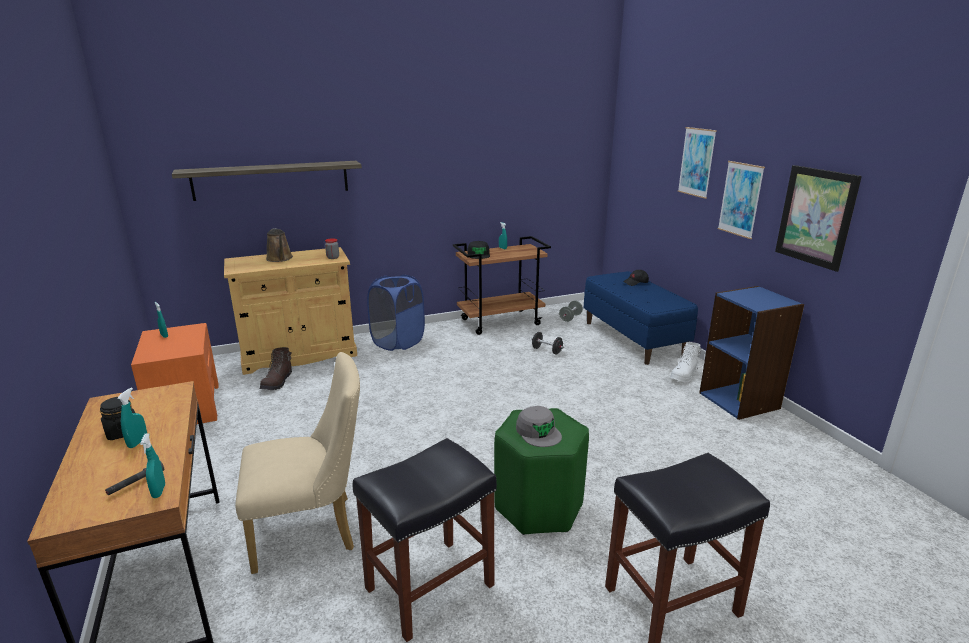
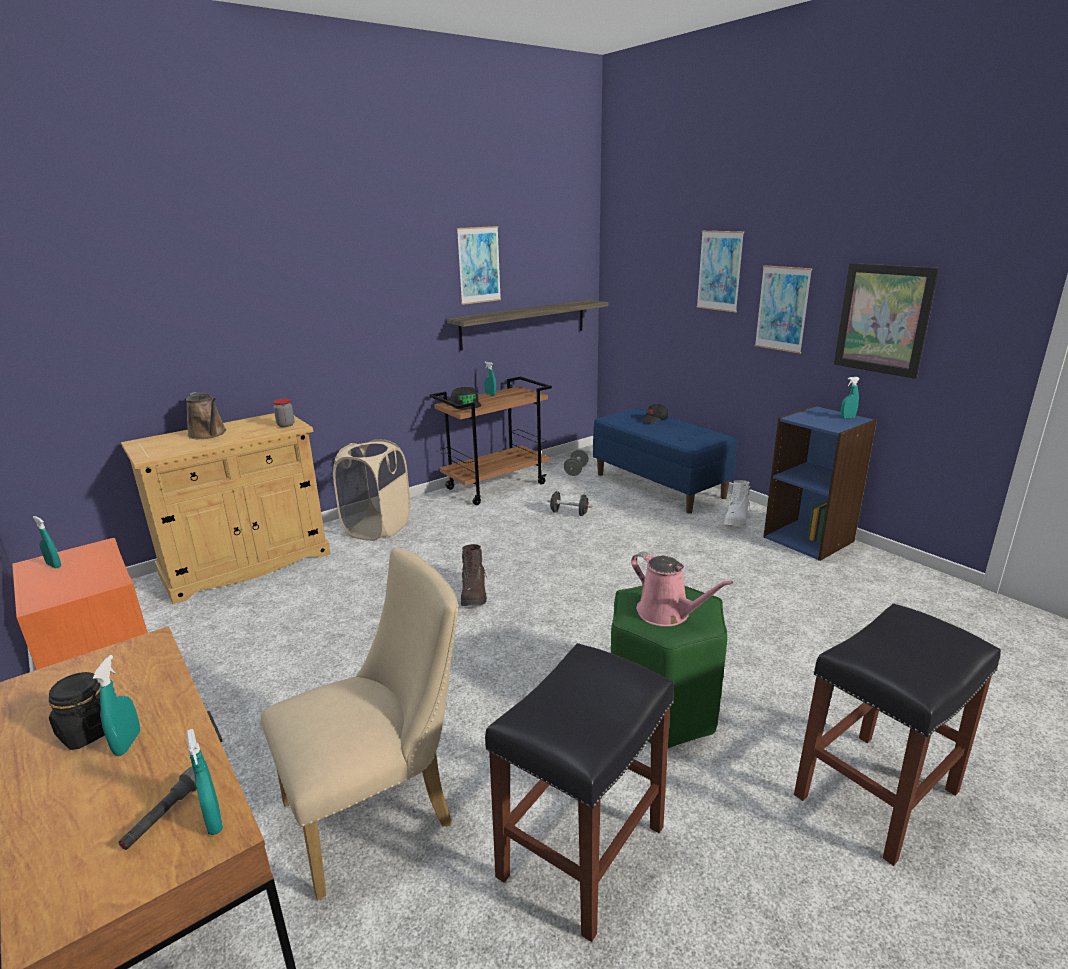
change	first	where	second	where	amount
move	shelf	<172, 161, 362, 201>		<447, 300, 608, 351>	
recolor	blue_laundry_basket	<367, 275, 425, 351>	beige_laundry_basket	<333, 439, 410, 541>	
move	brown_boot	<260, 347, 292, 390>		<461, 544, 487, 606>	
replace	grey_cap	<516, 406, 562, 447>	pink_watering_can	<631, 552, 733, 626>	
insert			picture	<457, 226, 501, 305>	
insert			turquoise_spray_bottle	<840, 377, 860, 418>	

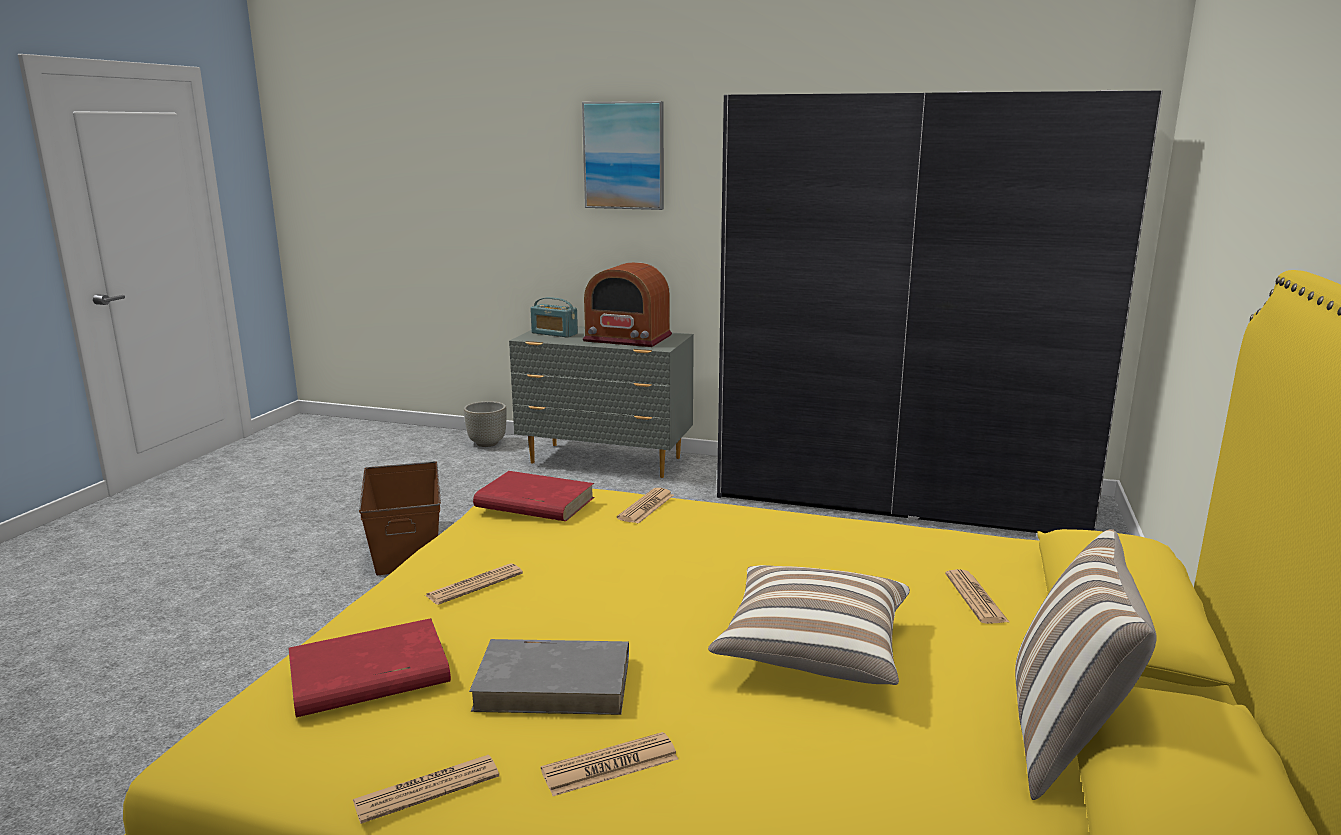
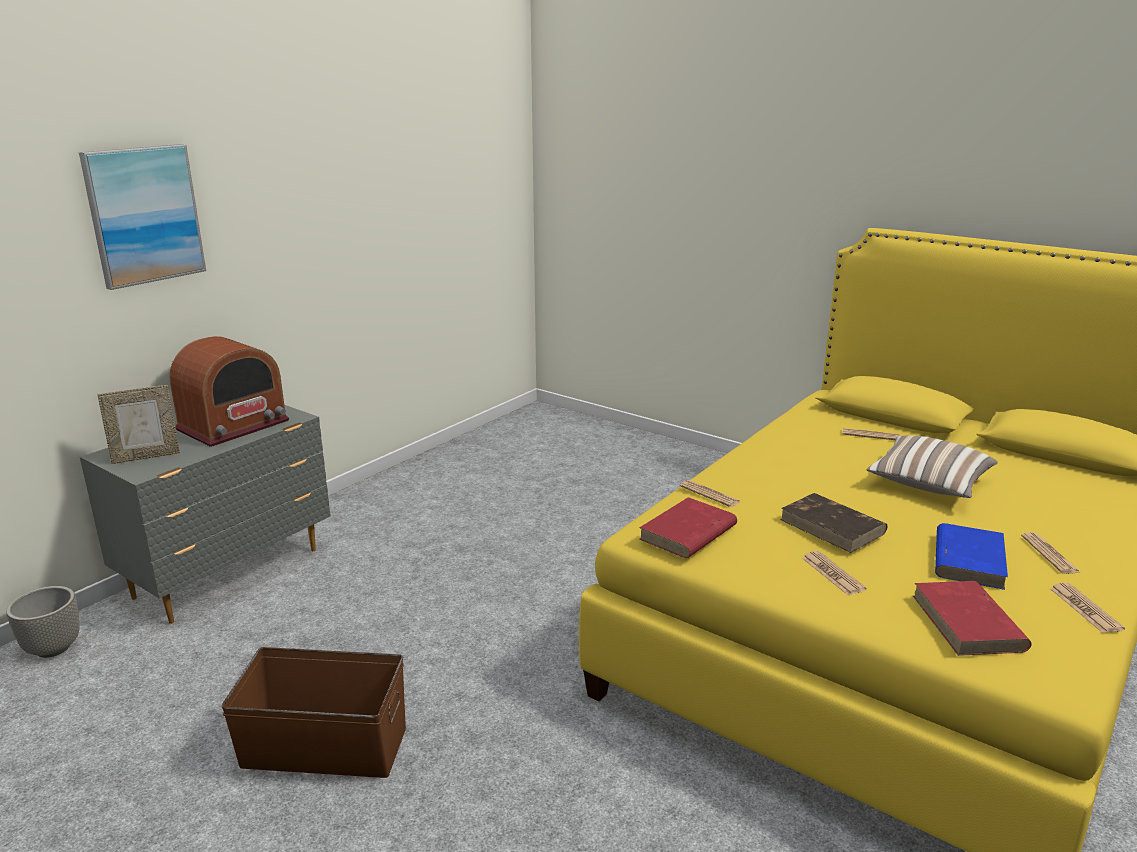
change	first	where	second	where	amount
delete	grey_wardrobe	<717, 90, 1163, 533>			
replace	radio	<530, 297, 578, 337>	picture_frame	<97, 385, 180, 464>	
delete	pillow	<1015, 529, 1157, 800>			
recolor	grey_book	<469, 639, 629, 715>	blue_book	<935, 523, 1008, 590>	
insert			brown_book	<780, 493, 887, 553>	

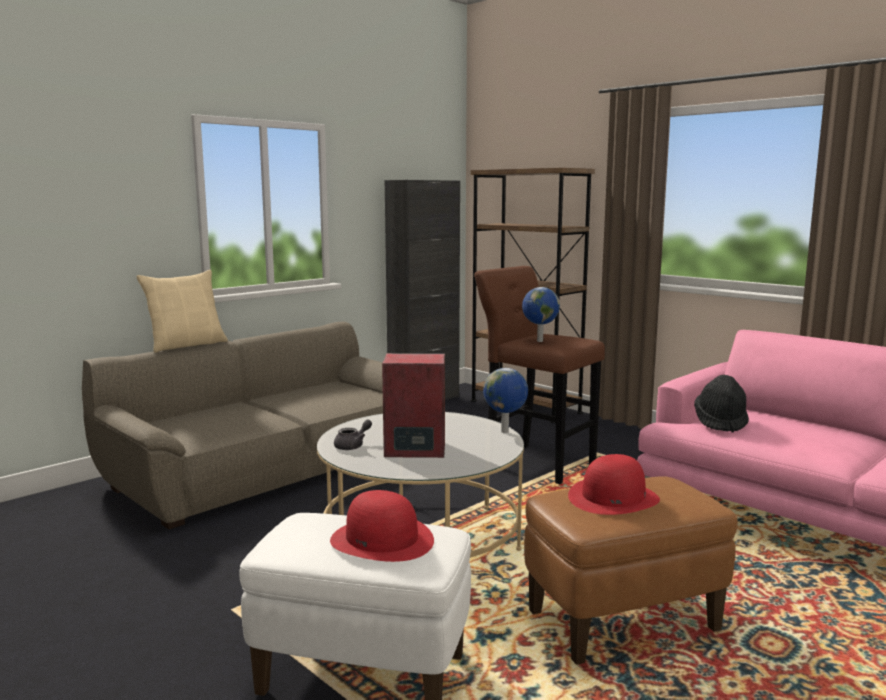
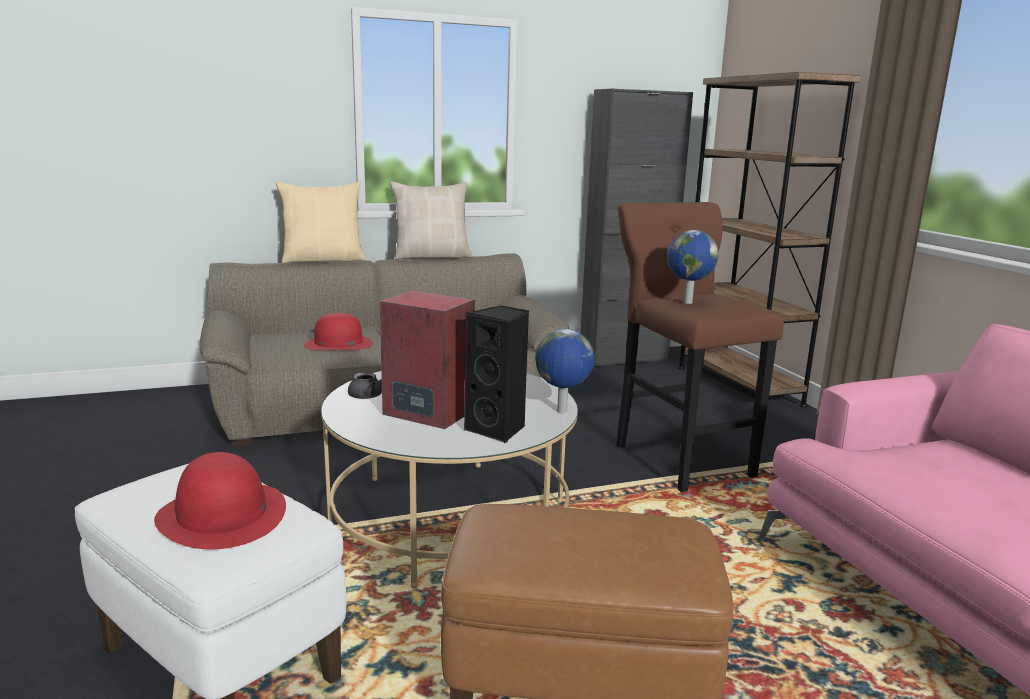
change	first	where	second	where	amount
delete	black_hat	<694, 375, 749, 432>			
move	red_hat	<568, 454, 660, 515>		<304, 313, 373, 350>	
insert			beige_pillow	<390, 181, 472, 260>	
insert			black_speaker	<464, 305, 529, 443>	

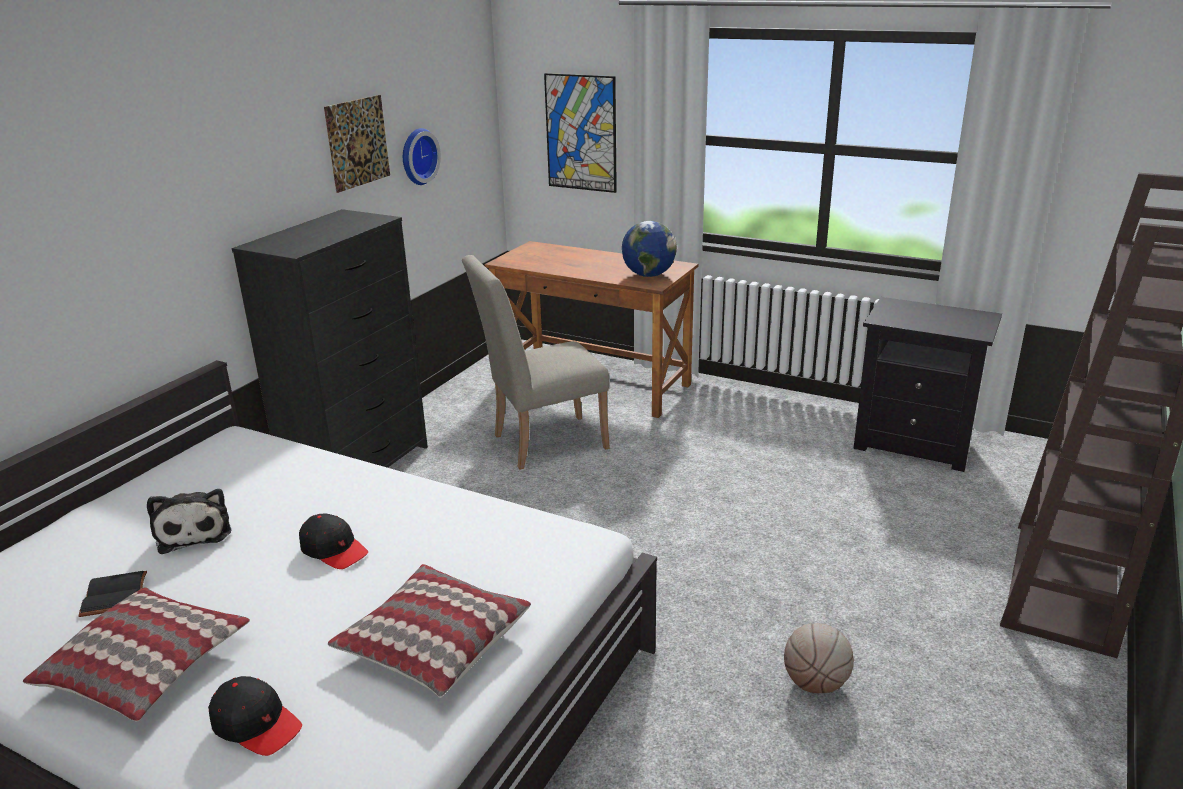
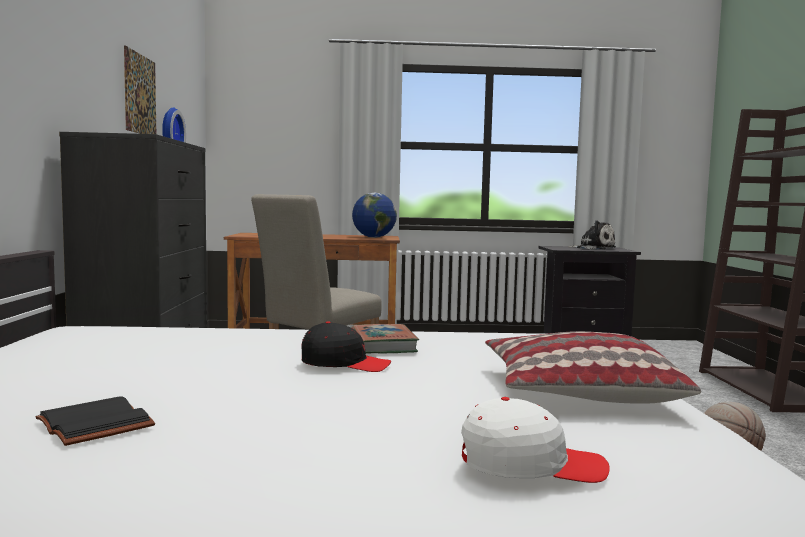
change	first	where	second	where	amount
delete	picture	<544, 73, 617, 193>			
move	plush_toy	<147, 489, 231, 554>		<568, 220, 616, 250>	
delete	pillow	<23, 587, 250, 722>			
recolor	black_cap	<208, 676, 302, 756>	white_cap	<461, 397, 610, 483>	
insert			book	<352, 324, 419, 353>	

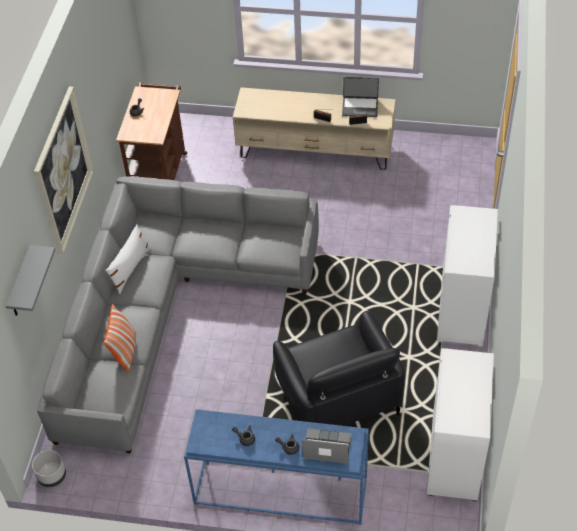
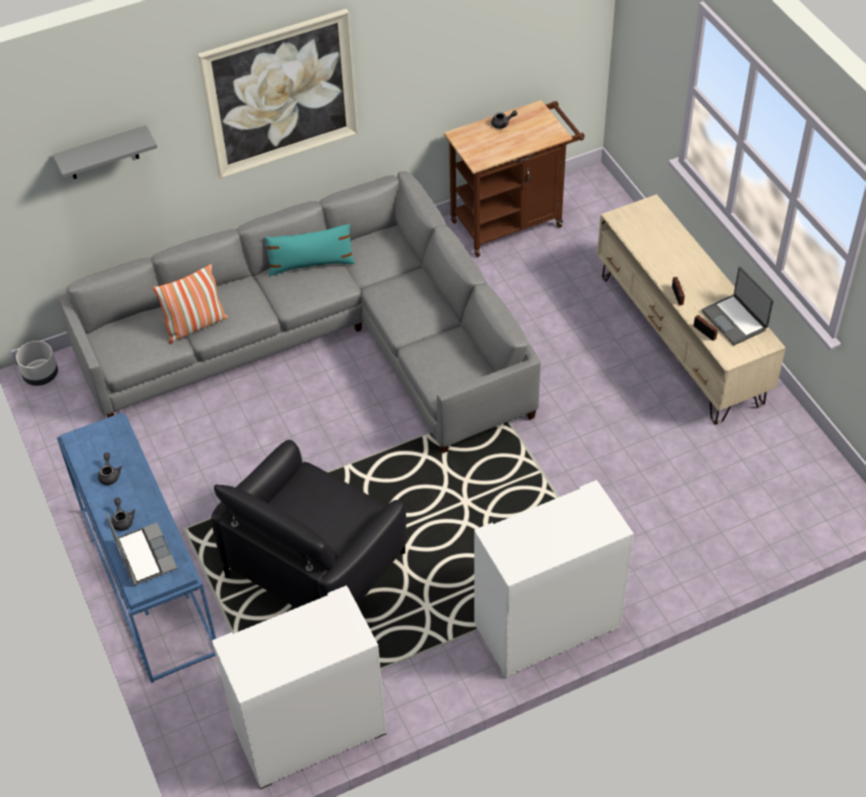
change	first	where	second	where	amount
recolor	white_pillow	<105, 224, 151, 294>	turquoise_pillow	<264, 224, 355, 276>	

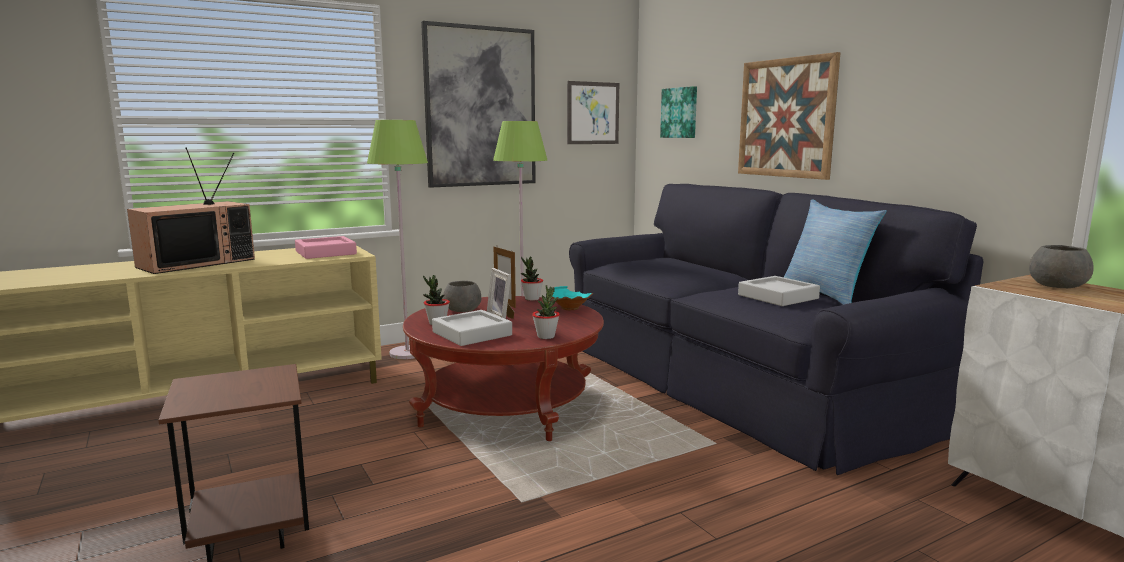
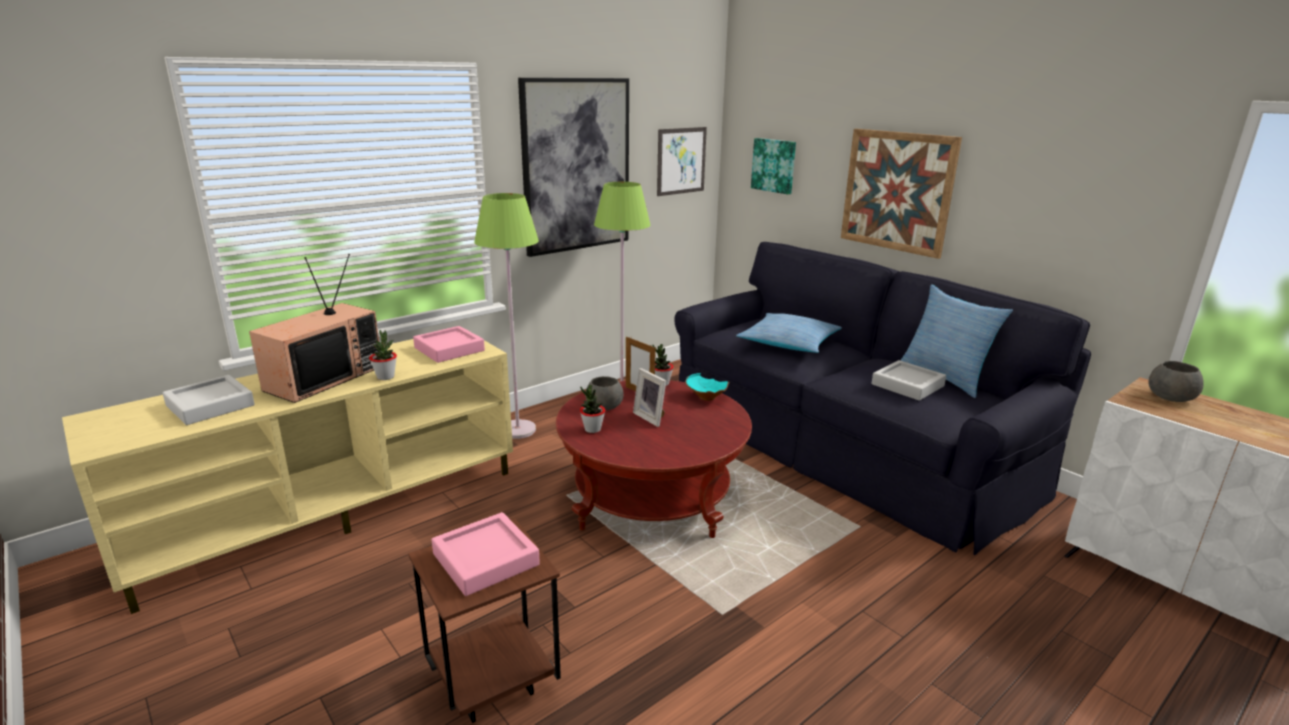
change	first	where	second	where	amount
move	potted_plant	<532, 285, 560, 339>		<369, 330, 397, 380>	
move	grey_tray	<432, 310, 512, 346>		<163, 375, 255, 425>	
insert			pillow	<736, 313, 842, 353>	
insert			pink_tray	<431, 512, 540, 596>	

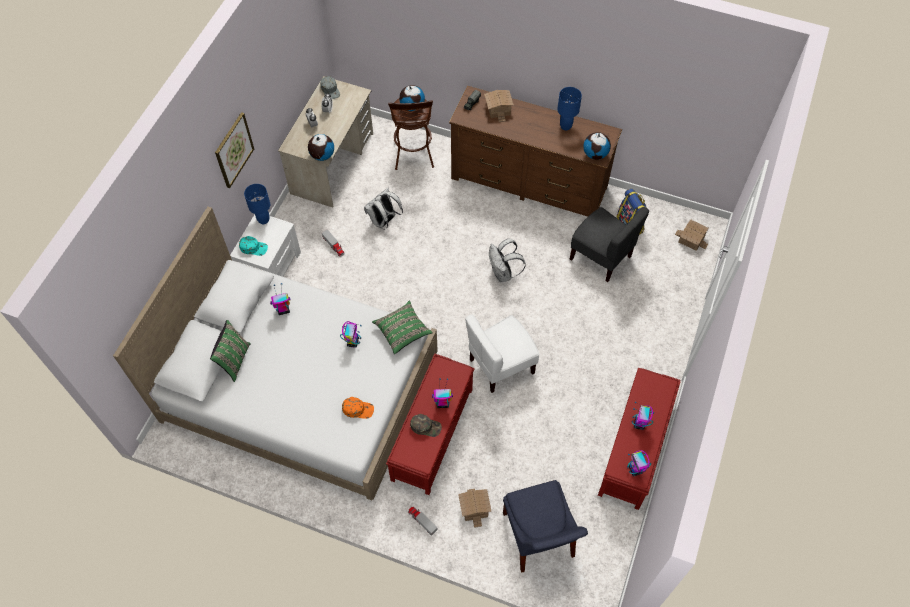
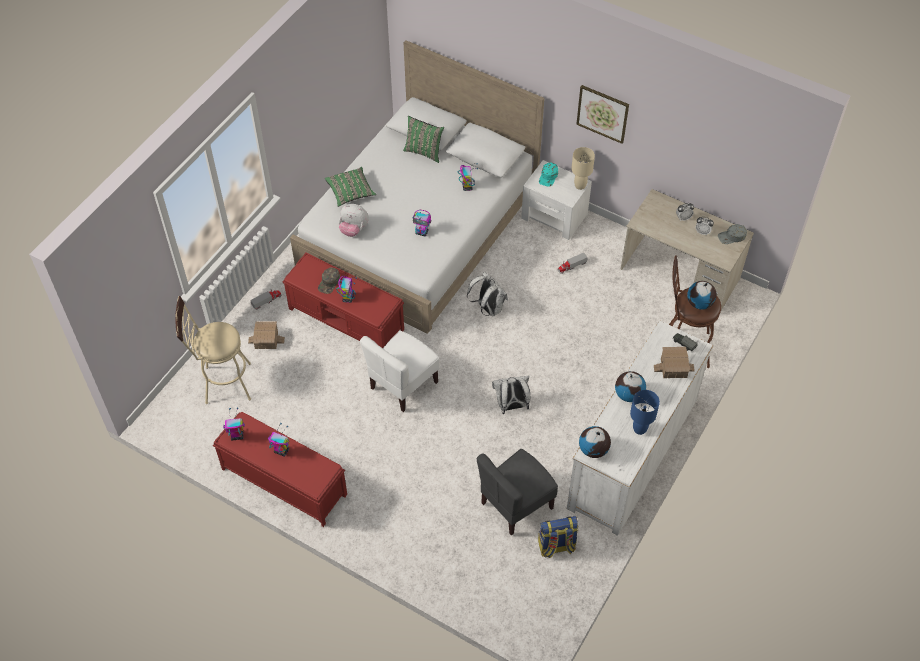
change	first	where	second	where	amount
recolor	brown_dresser	<449, 86, 622, 217>	white_dresser	<567, 320, 713, 536>	
move	globe	<308, 134, 334, 161>		<615, 371, 646, 402>	
recolor	blue_table_lamp	<244, 184, 270, 224>	beige_table_lamp	<571, 147, 595, 190>	
move	white_backpack	<364, 188, 403, 229>		<467, 272, 508, 317>	
delete	toy_house	<675, 220, 708, 251>			
move	green_pillow	<372, 301, 433, 354>		<325, 167, 376, 207>	
rotate	white_chair	<465, 315, 539, 393>		<360, 331, 439, 412>	120 degrees counterclockwise
replace	orange_cap	<342, 397, 374, 419>	plush_toy	<339, 204, 369, 237>	
replace	blue_chair	<503, 480, 588, 572>	beige_stool	<175, 296, 251, 404>	

